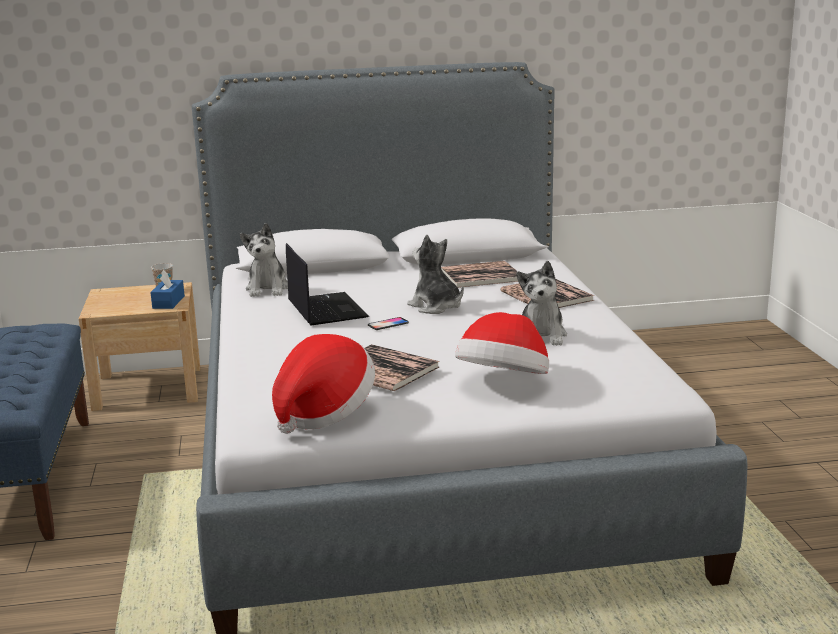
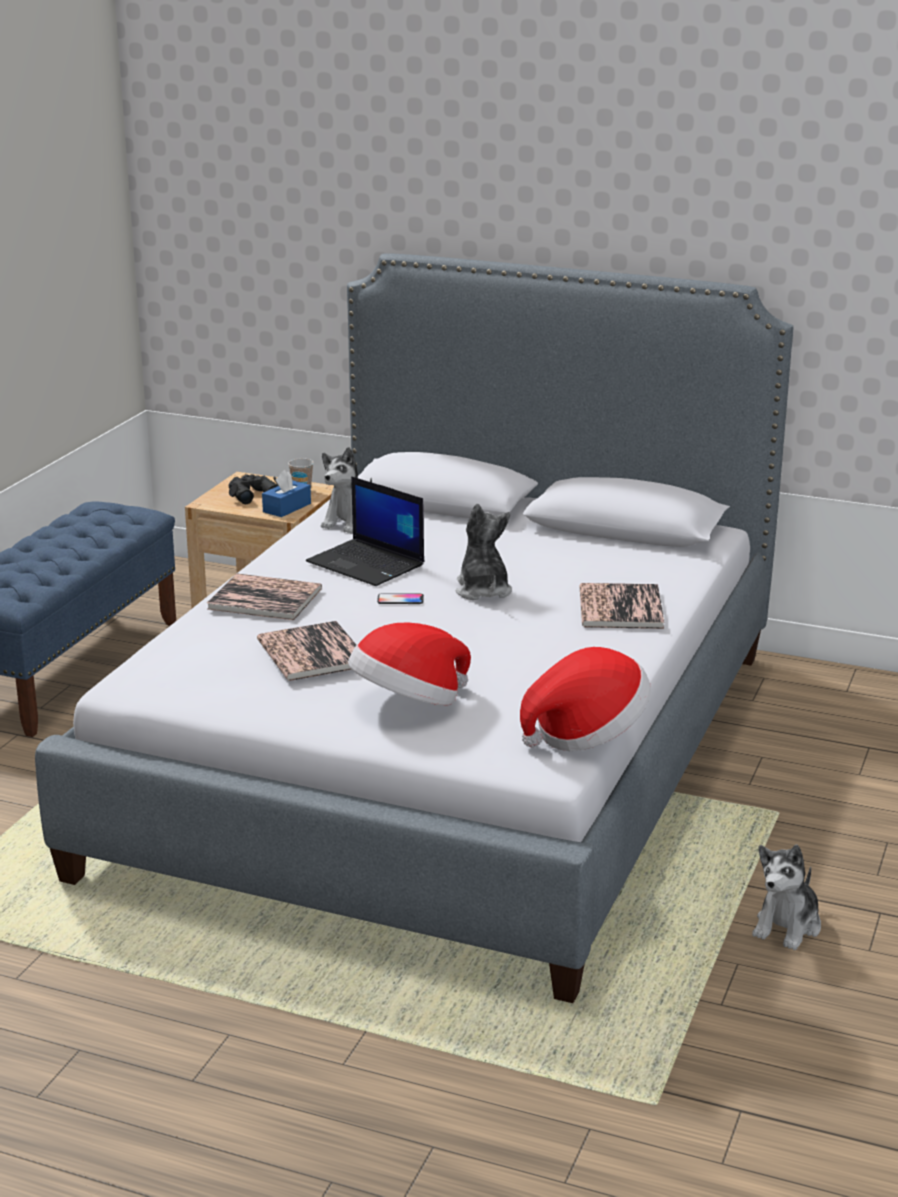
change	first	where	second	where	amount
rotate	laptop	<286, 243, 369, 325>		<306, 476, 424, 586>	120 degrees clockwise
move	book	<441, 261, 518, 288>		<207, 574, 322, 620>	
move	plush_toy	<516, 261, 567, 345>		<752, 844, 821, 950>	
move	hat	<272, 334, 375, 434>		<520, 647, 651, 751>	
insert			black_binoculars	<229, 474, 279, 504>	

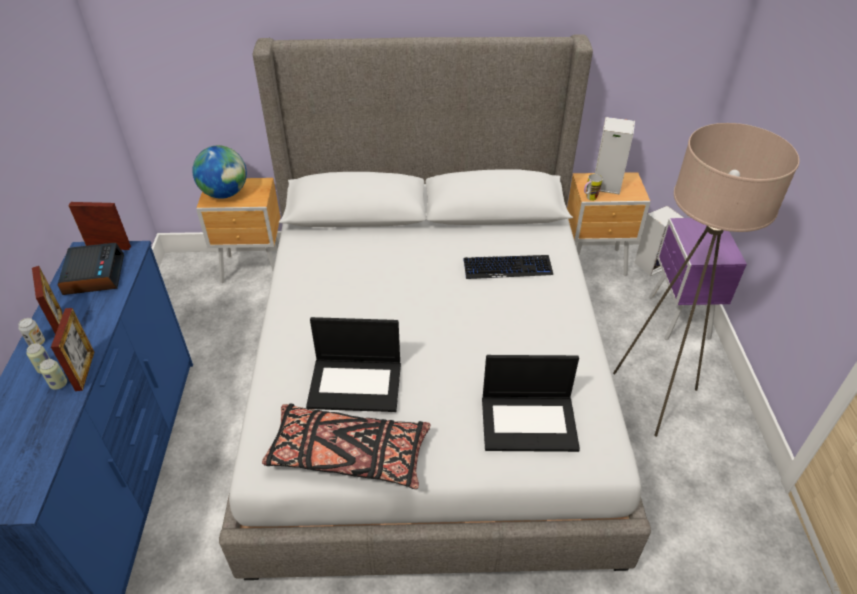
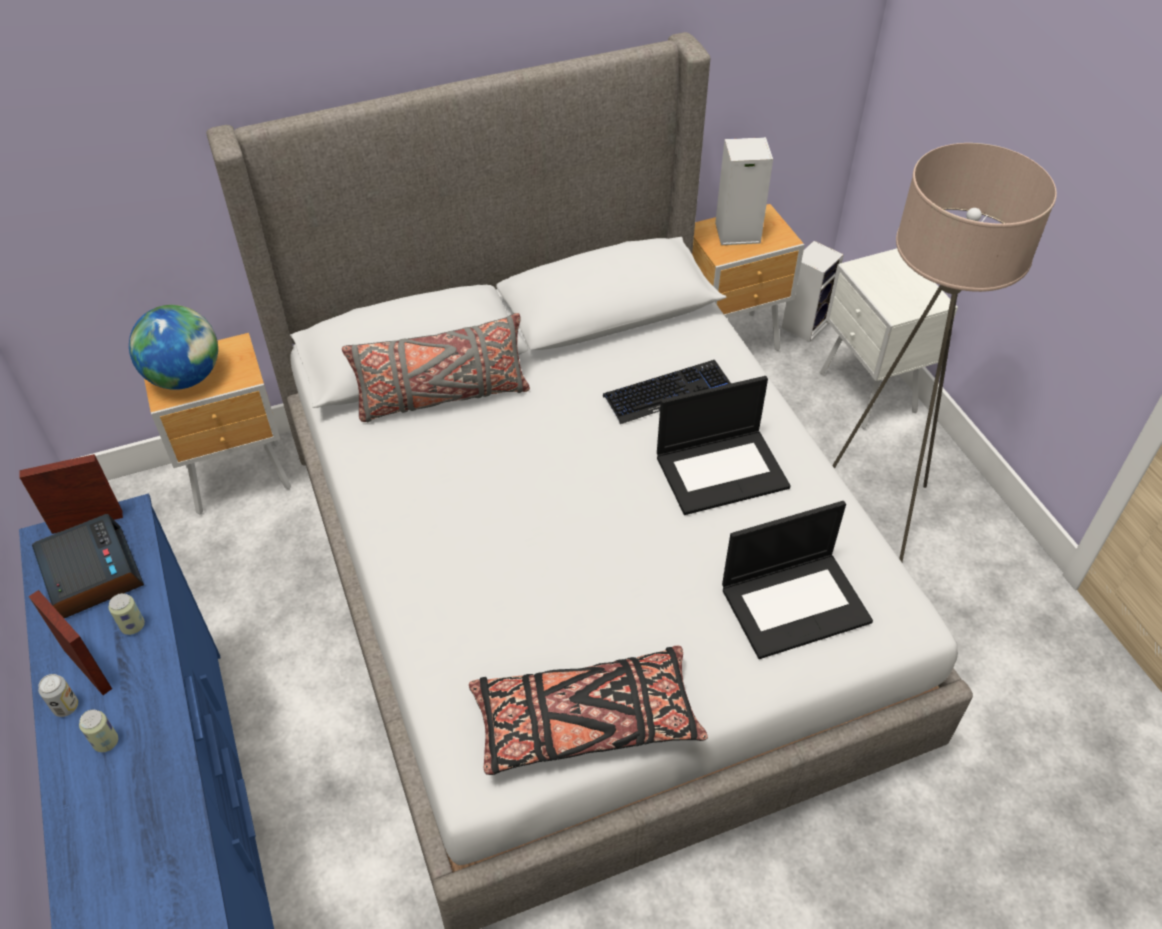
change	first	where	second	where	amount
delete	mug	<584, 174, 603, 201>			
recolor	purple_nightstand	<649, 218, 747, 341>	white_nightstand	<820, 248, 958, 429>	
delete	picture_frame	<51, 308, 94, 391>			
move	laptop	<306, 317, 401, 412>		<657, 376, 791, 515>	
move	can	<40, 359, 67, 390>		<108, 593, 145, 635>	
insert			grey_pillow	<342, 313, 530, 422>	

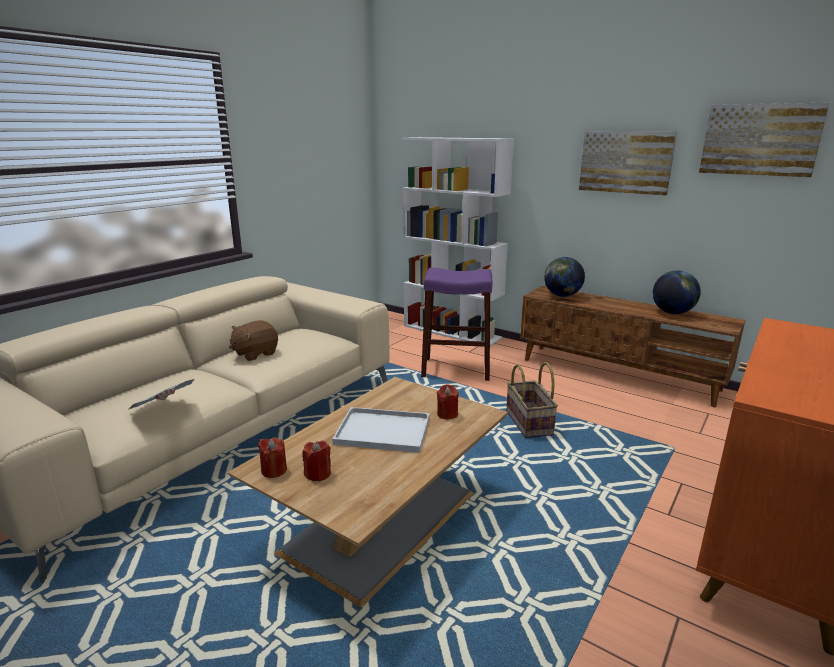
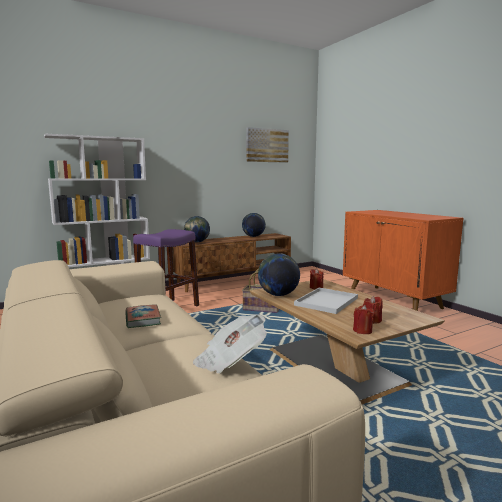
change	first	where	second	where	amount
delete	picture	<579, 131, 677, 196>			
replace	brown_plush_toy	<229, 320, 278, 361>	book	<125, 304, 161, 328>	
insert			globe	<258, 253, 300, 296>	

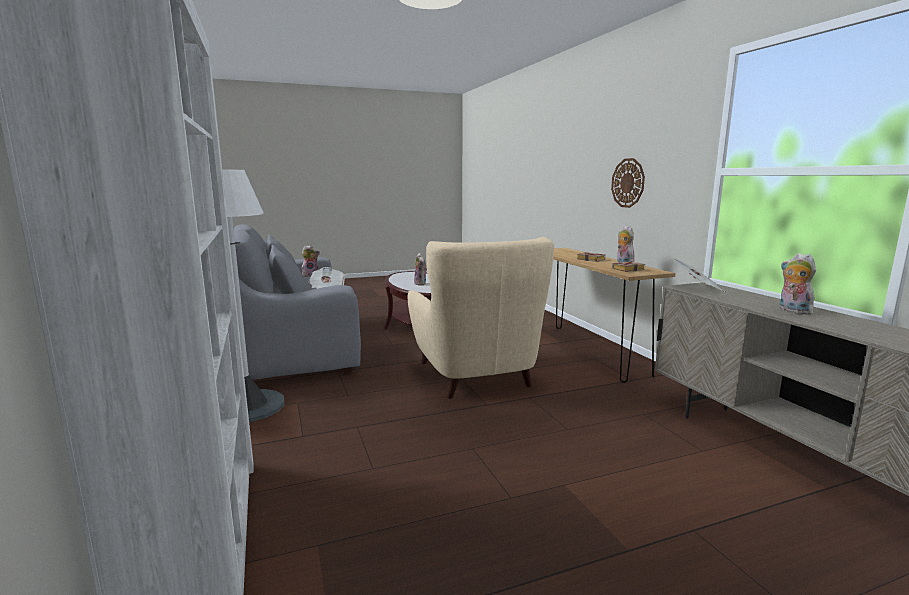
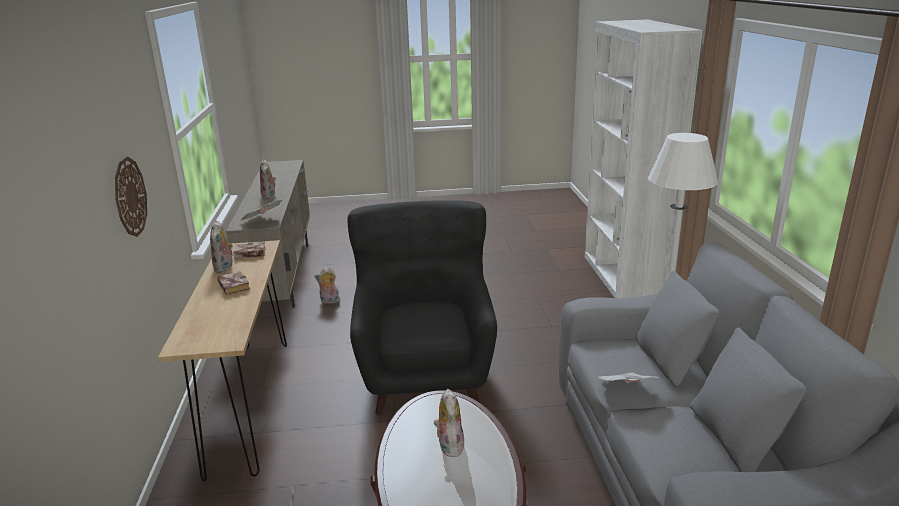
change	first	where	second	where	amount
recolor	beige_armchair	<408, 237, 554, 399>	black_armchair	<347, 200, 497, 415>	
move	plush_toy	<302, 245, 320, 277>		<314, 267, 340, 304>	

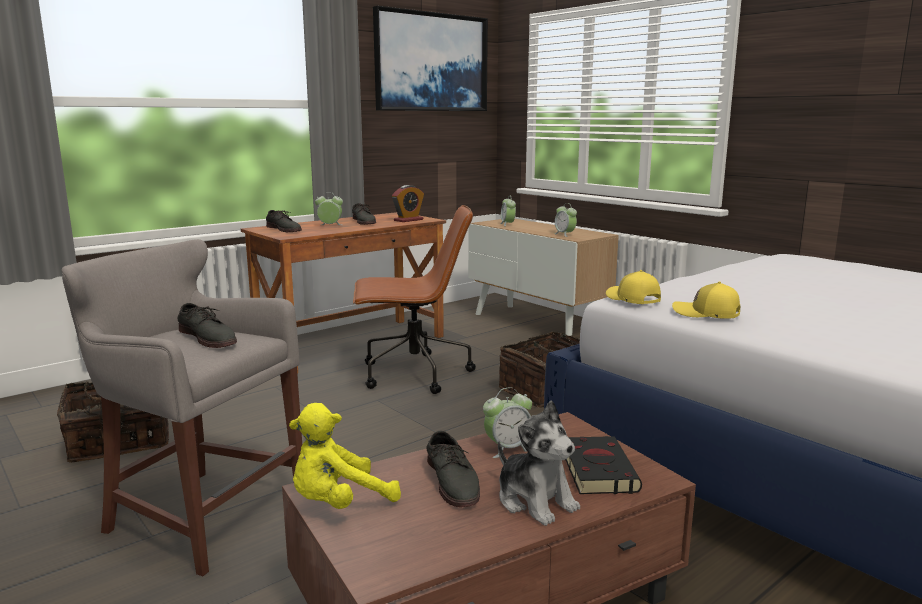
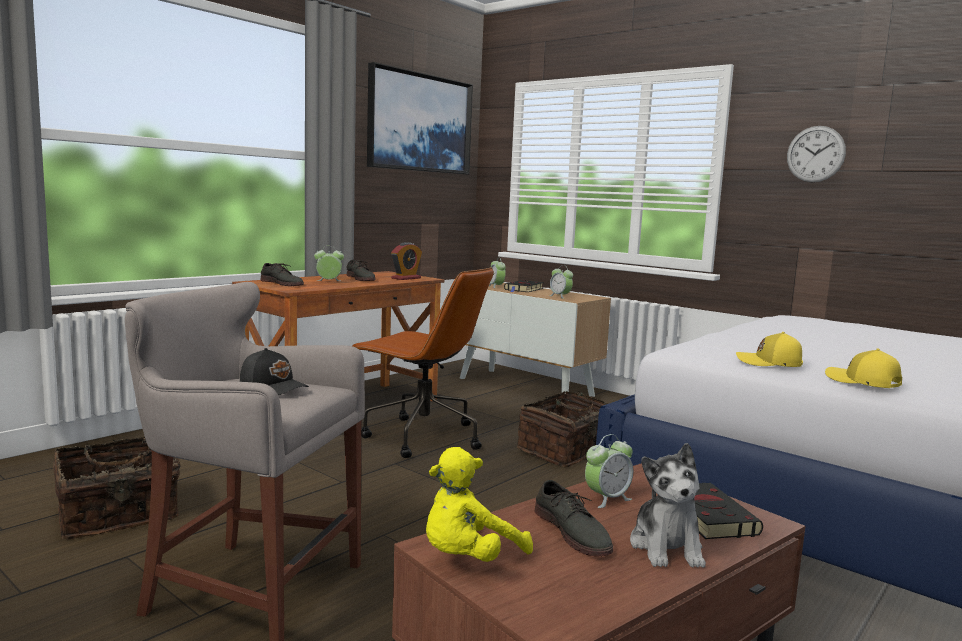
change	first	where	second	where	amount
rotate	brown_office_chair	<353, 205, 476, 394>		<353, 267, 494, 458>	45 degrees clockwise
move	yellow_cap	<606, 270, 661, 304>		<825, 349, 902, 388>	
replace	grey_shoe	<177, 303, 237, 348>	black_cap	<240, 348, 309, 395>	
rotate	plush_toy	<498, 400, 580, 526>		<630, 443, 706, 568>	45 degrees clockwise
insert			wall_clock	<787, 126, 846, 182>	
insert			black_book	<504, 280, 544, 292>	

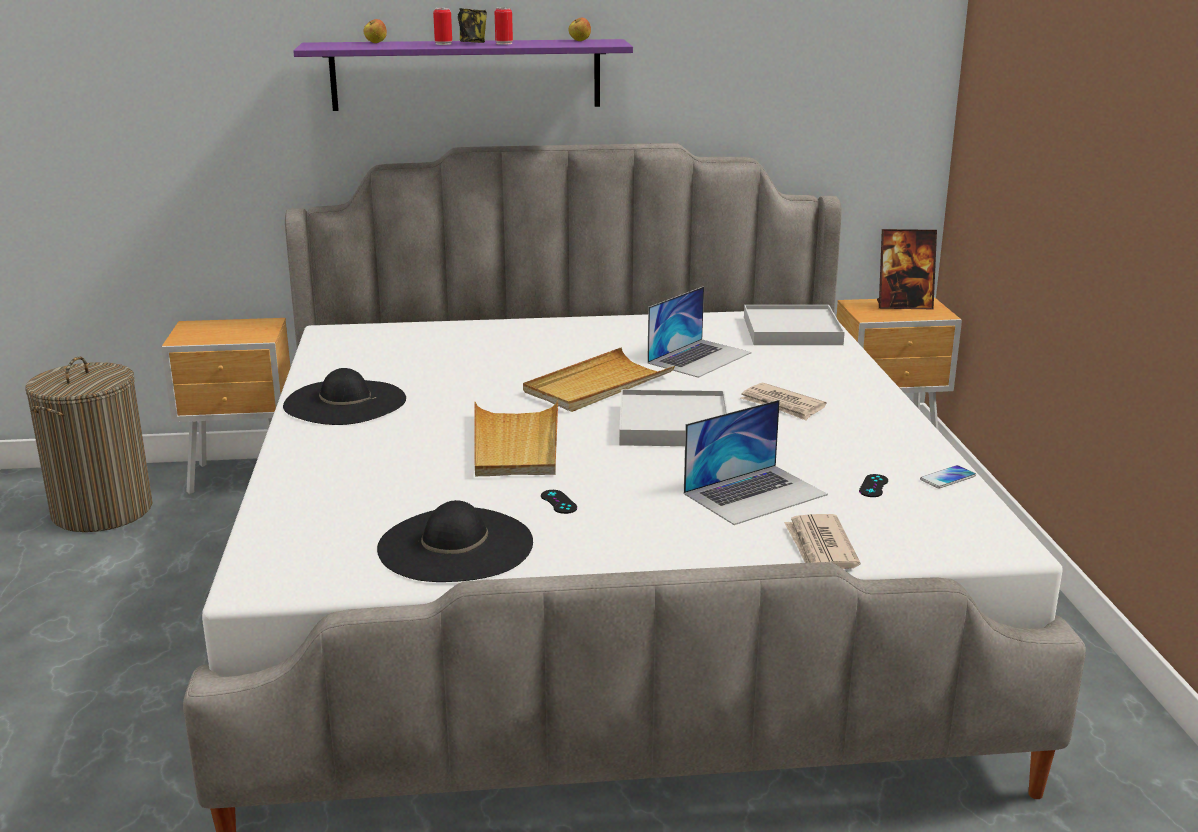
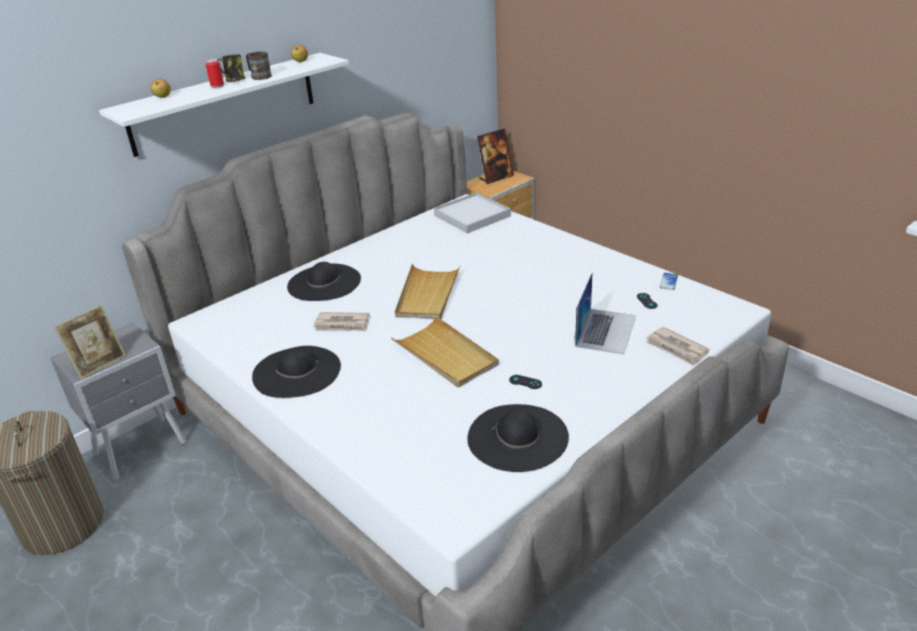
change	first	where	second	where	amount
replace	can	<495, 7, 513, 45>	brown_mug	<246, 51, 272, 80>	
recolor	purple_shelf	<293, 39, 633, 111>	white_shelf	<99, 53, 349, 157>	
delete	laptop	<647, 286, 751, 378>			
recolor	brown_nightstand	<161, 318, 291, 495>	grey_nightstand	<50, 323, 186, 480>	
move	newspaper	<741, 383, 827, 420>		<313, 312, 370, 331>	
delete	white_tray	<619, 389, 728, 446>			
insert			black_hat	<287, 262, 361, 301>	
insert			picture_frame	<54, 305, 126, 379>	

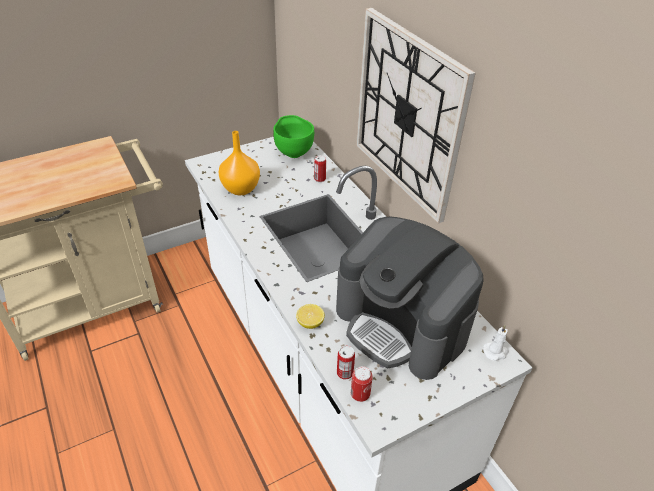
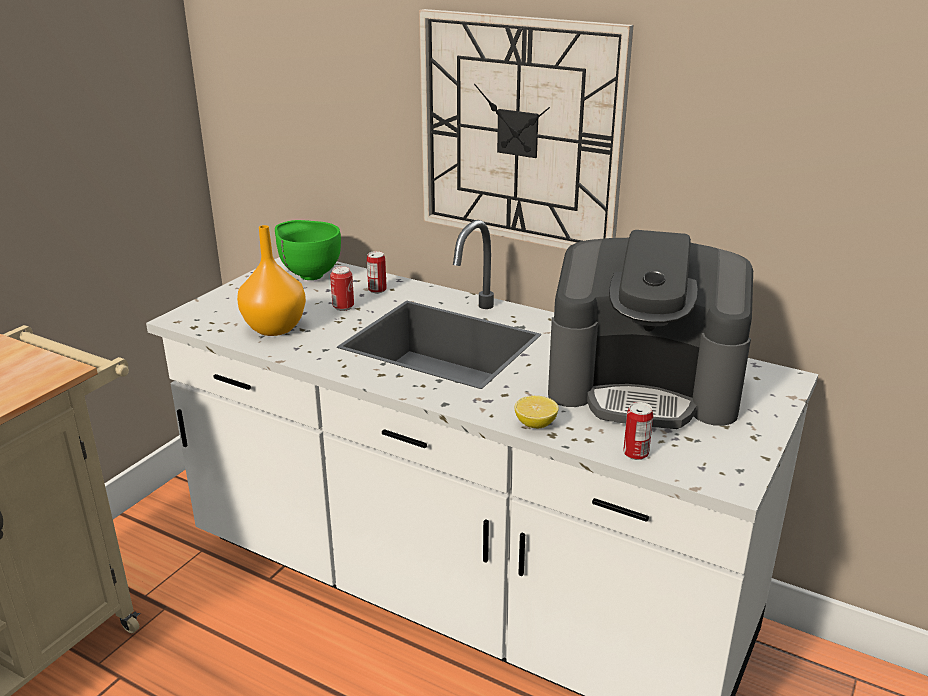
change	first	where	second	where	amount
delete	white_candle	<483, 325, 509, 361>			
move	can	<351, 366, 373, 402>		<330, 266, 354, 311>	

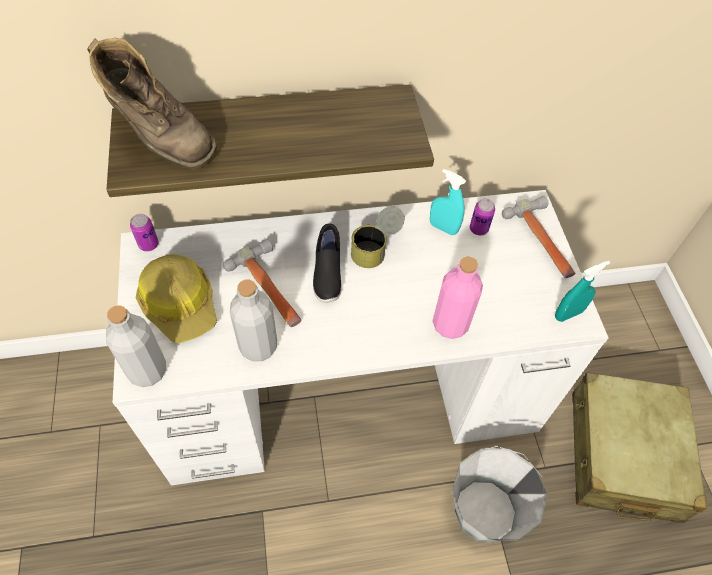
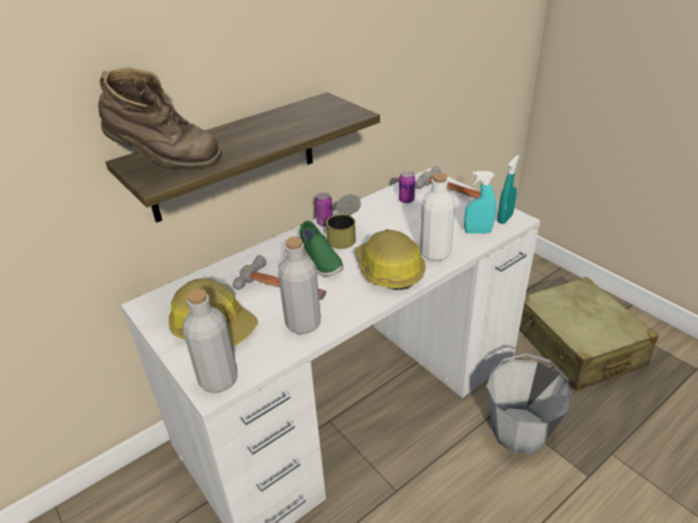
change	first	where	second	where	amount
move	turquoise_spray_bottle	<430, 169, 466, 235>		<464, 171, 496, 234>	
move	can	<130, 214, 159, 251>		<315, 192, 333, 226>	
recolor	black_shoe	<313, 224, 342, 303>	green_shoe	<300, 221, 344, 276>	
recolor	pink_bottle	<432, 257, 483, 339>	white_bottle	<420, 173, 455, 261>	
insert			hard_hat	<354, 229, 426, 290>	

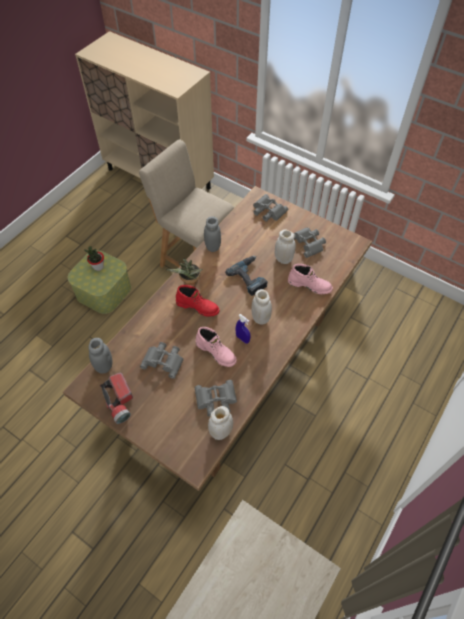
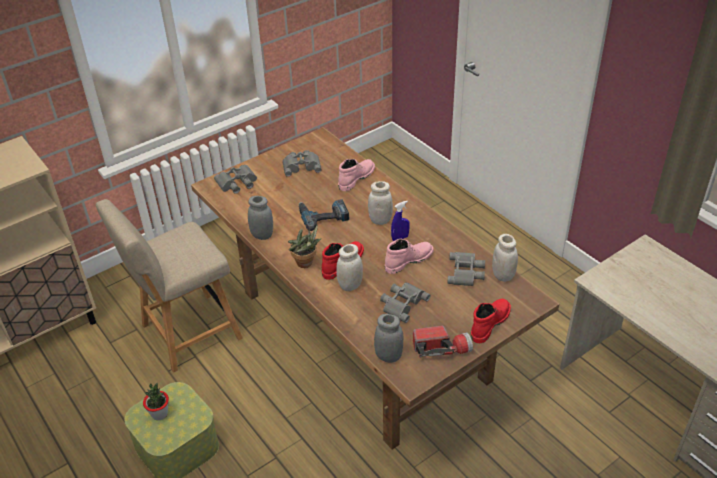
change	first	where	second	where	amount
move	white_jar	<275, 230, 296, 264>		<336, 244, 363, 291>	
insert			red_boot	<471, 299, 511, 343>	

